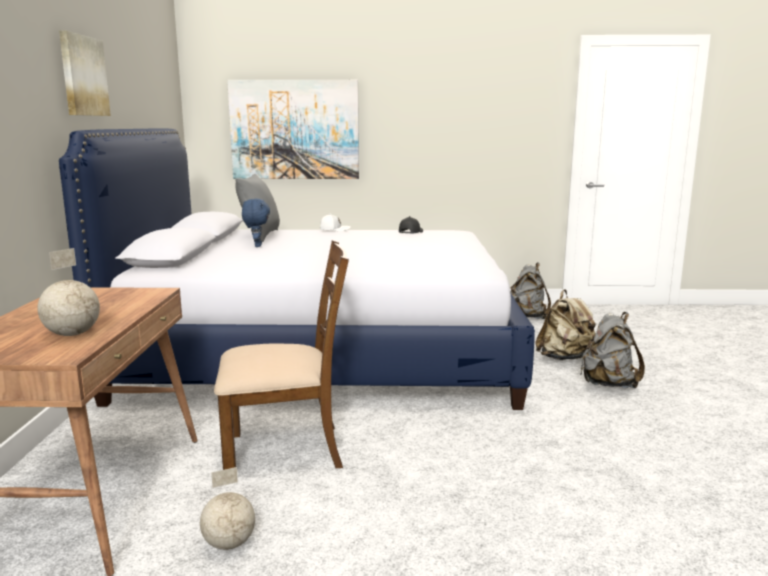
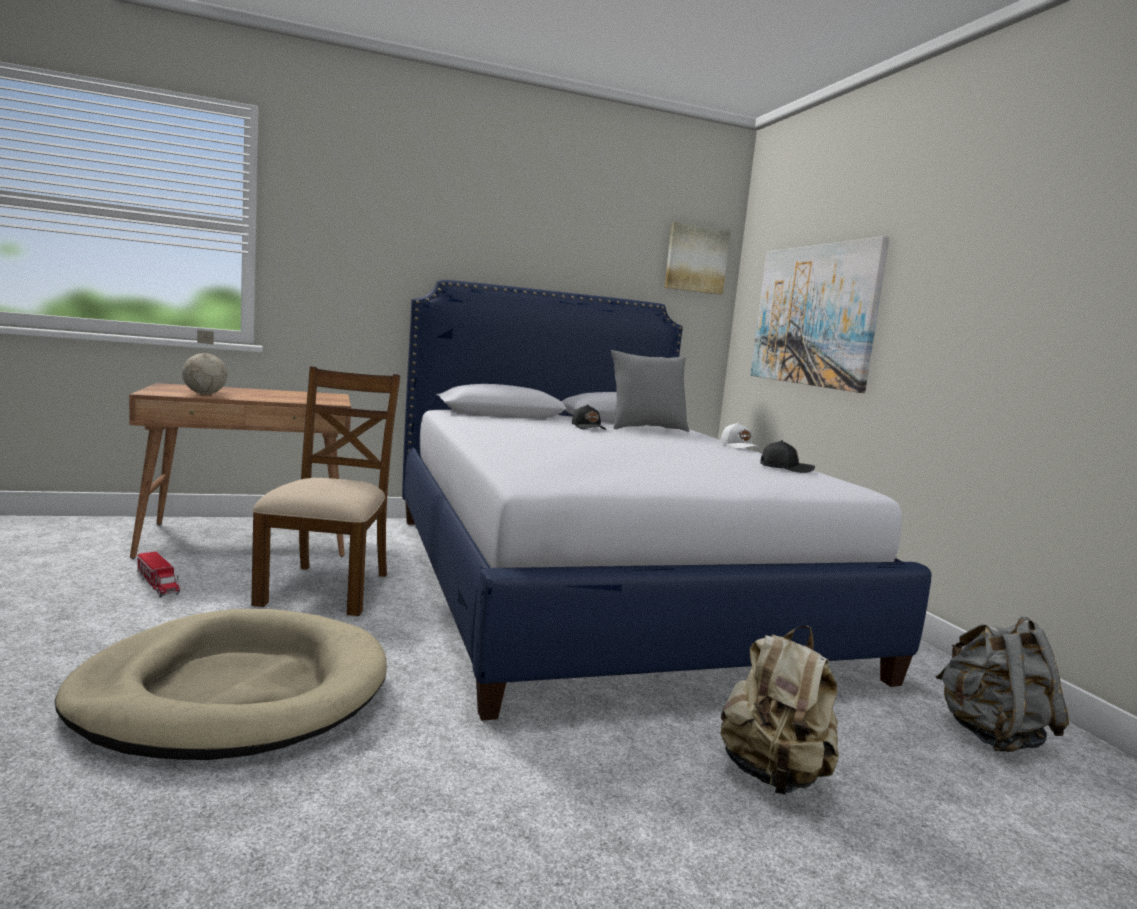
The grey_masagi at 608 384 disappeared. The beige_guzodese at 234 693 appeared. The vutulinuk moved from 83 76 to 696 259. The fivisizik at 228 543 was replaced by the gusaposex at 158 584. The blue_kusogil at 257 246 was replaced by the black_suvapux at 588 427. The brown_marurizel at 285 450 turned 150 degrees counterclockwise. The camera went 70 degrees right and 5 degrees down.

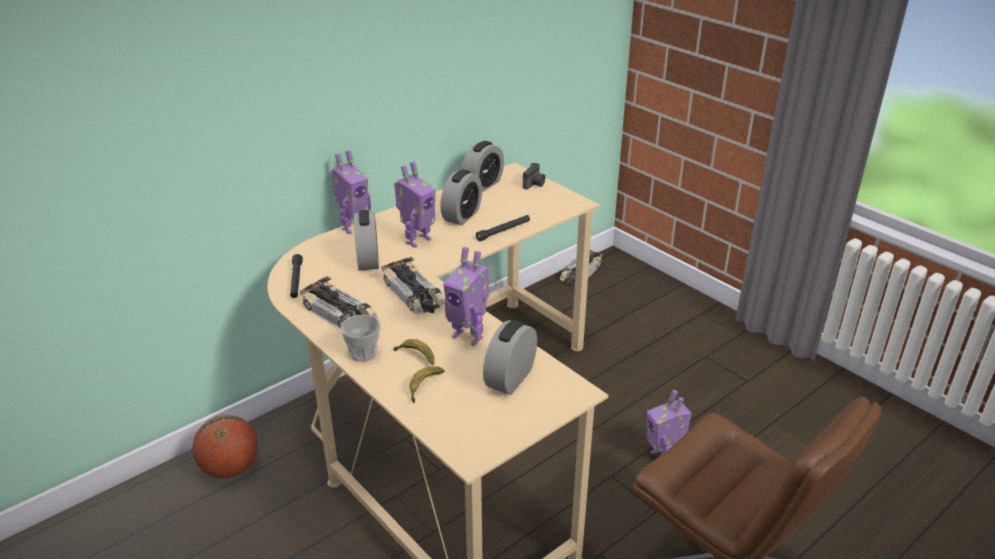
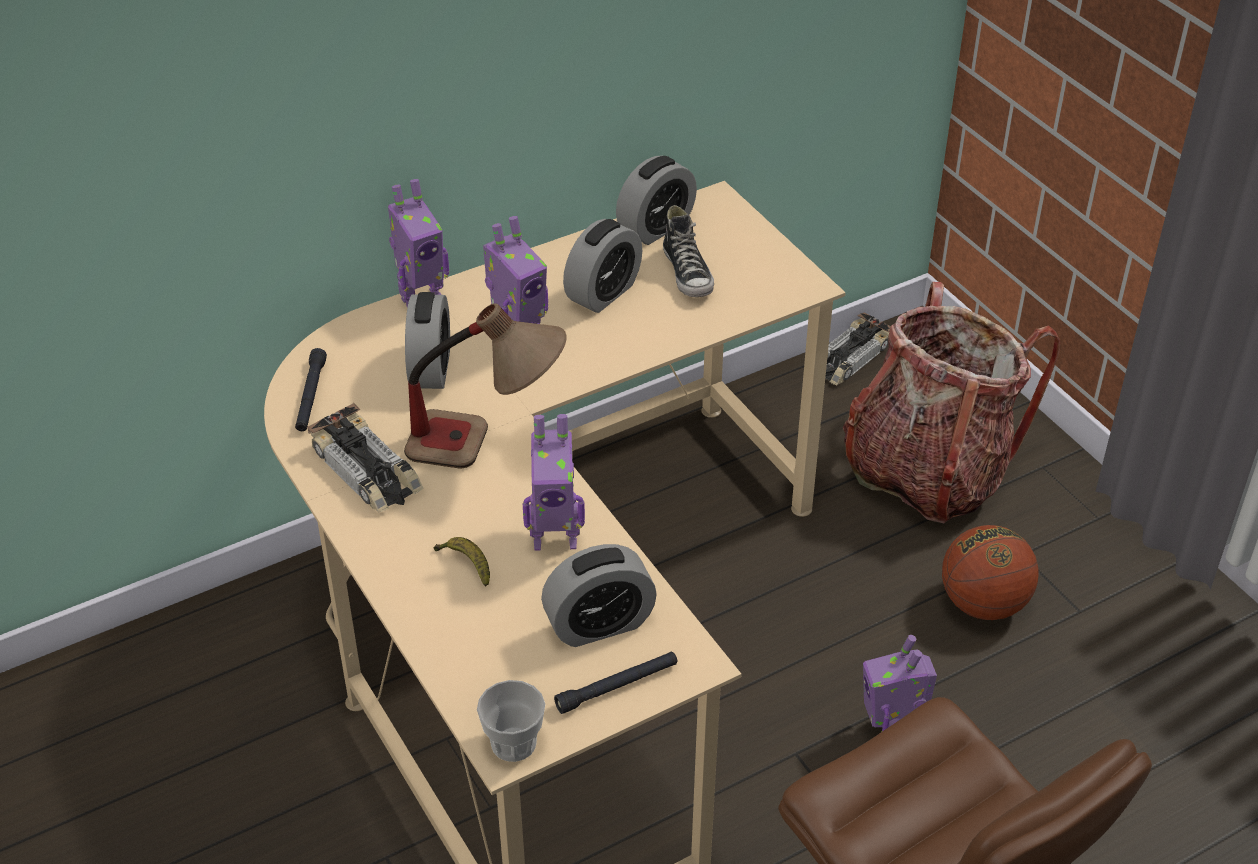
The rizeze at 424 386 disappeared. The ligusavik at 534 184 disappeared. The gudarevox at 688 274 appeared. The masagi at 927 471 appeared. The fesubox moved from 230 468 to 983 604. The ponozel moved from 363 353 to 513 743. The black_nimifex moved from 503 231 to 617 687. The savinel at 414 295 was replaced by the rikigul at 489 447. The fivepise at 468 336 turned 45 degrees counterclockwise. The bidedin at 510 378 turned 150 degrees counterclockwise. The camera went 10 degrees right and 10 degrees up.

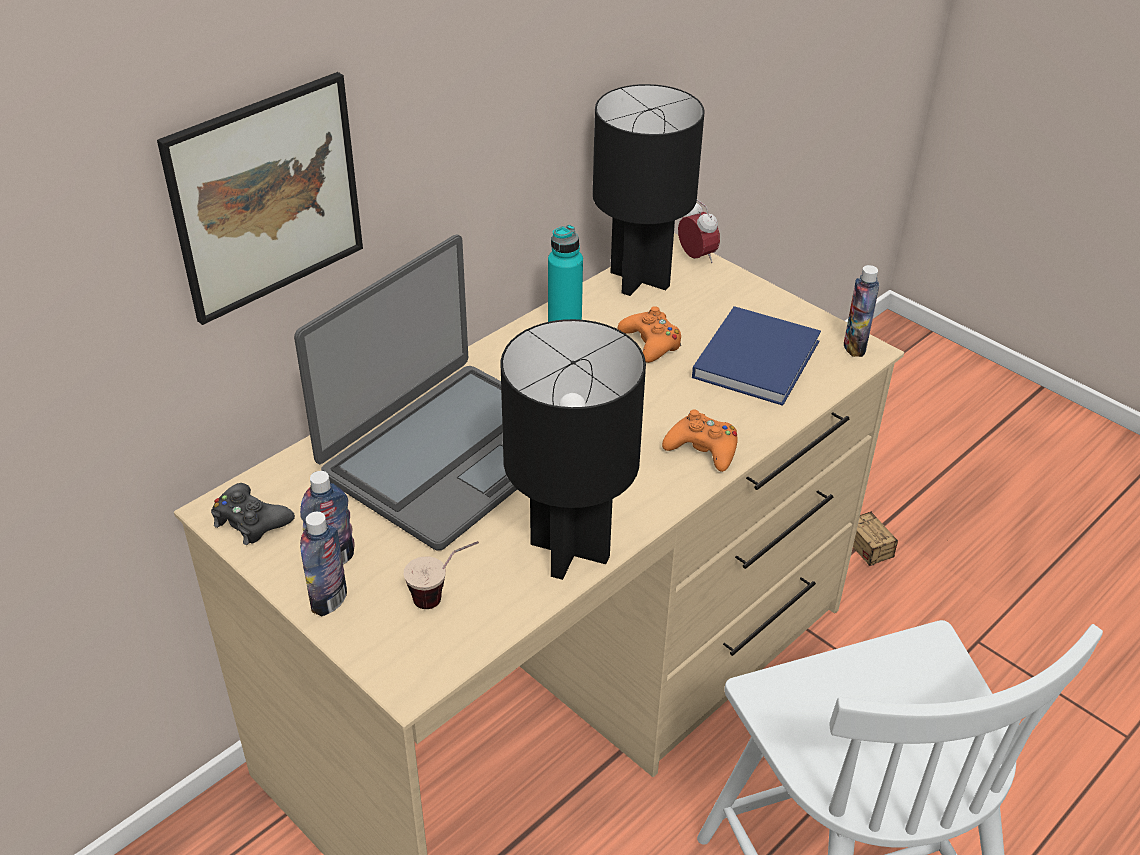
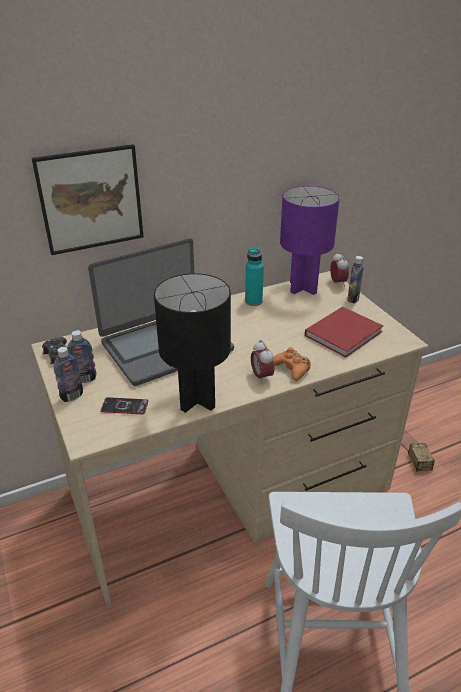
The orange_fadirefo at 651 343 disappeared. The bidedin at 261 377 appeared. The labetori moved from 854 346 to 353 299. The ponozel at 444 596 was replaced by the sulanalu at 124 406. The black_rikigul at 639 278 became the purple_rikigul at 303 287. The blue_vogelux at 758 357 became the red_vogelux at 345 332. The camera went 20 degrees right and 5 degrees down.

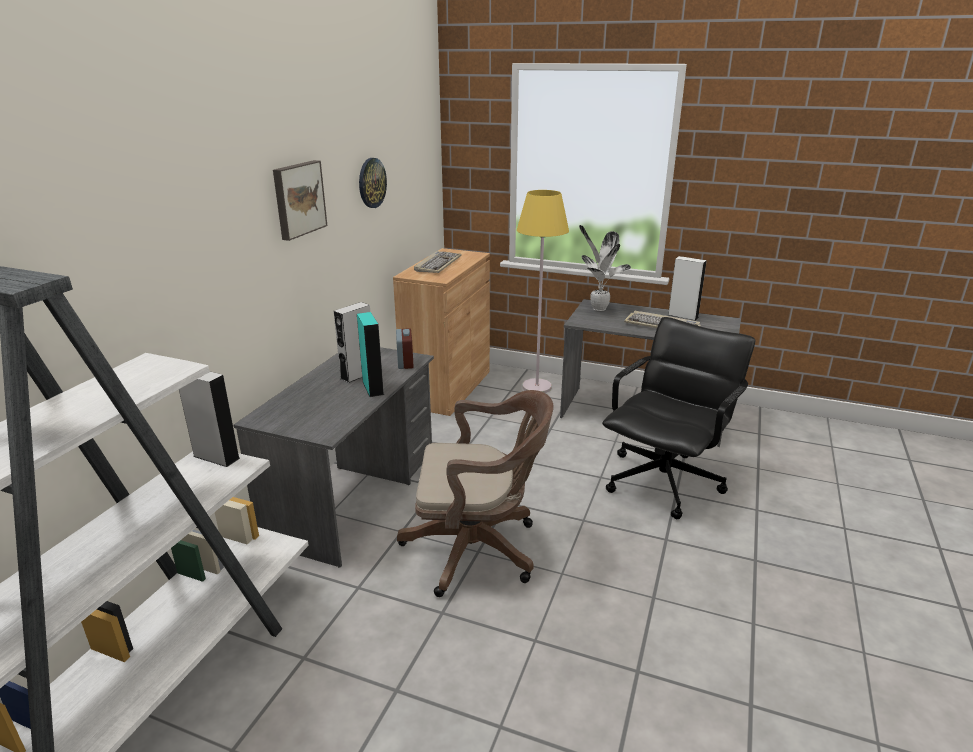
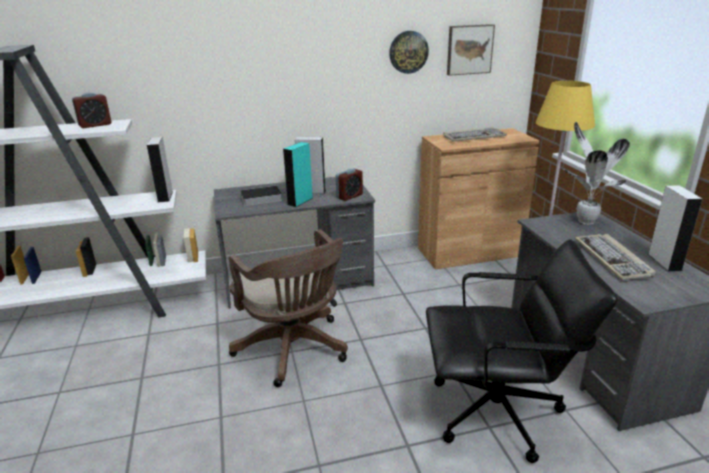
The bidedin at 95 125 appeared. The vogelux at 260 199 appeared. The vutulinuk moved from 298 199 to 469 49. The camera went 55 degrees right and 0 degrees up.

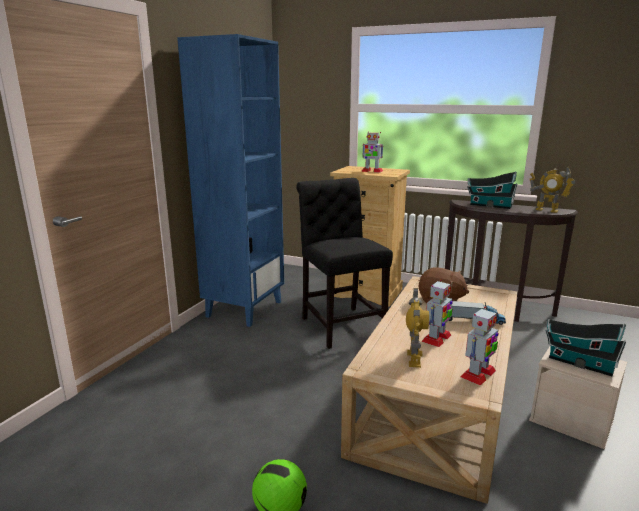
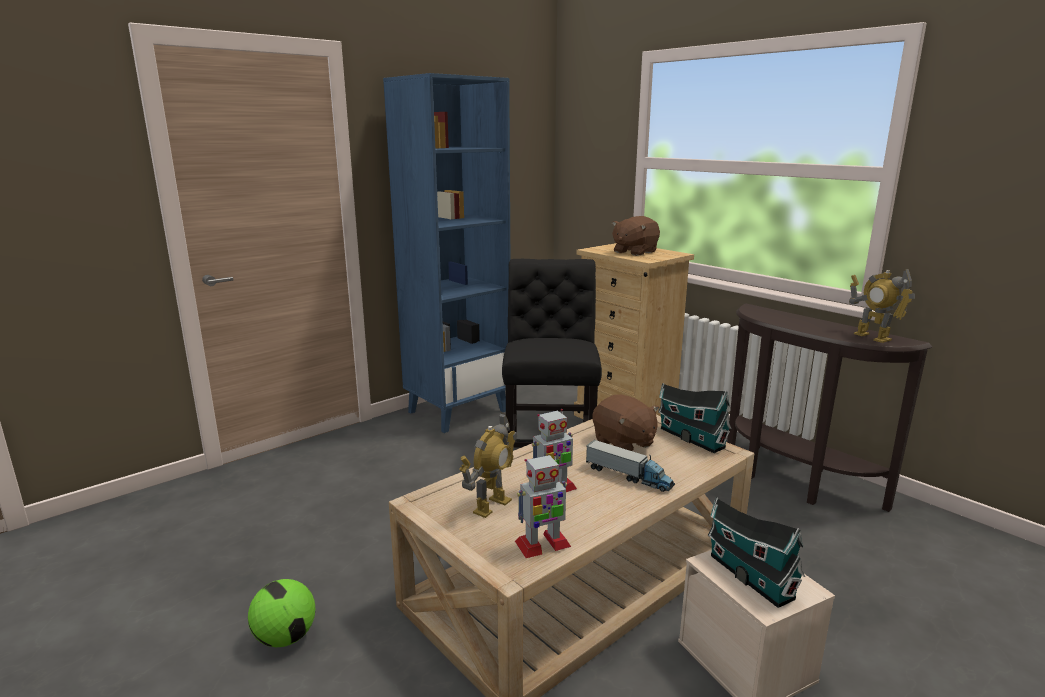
The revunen moved from 489 205 to 689 437. The fivepise at 371 171 was replaced by the brown_kusogil at 634 252. The camera went 25 degrees right and 0 degrees up.

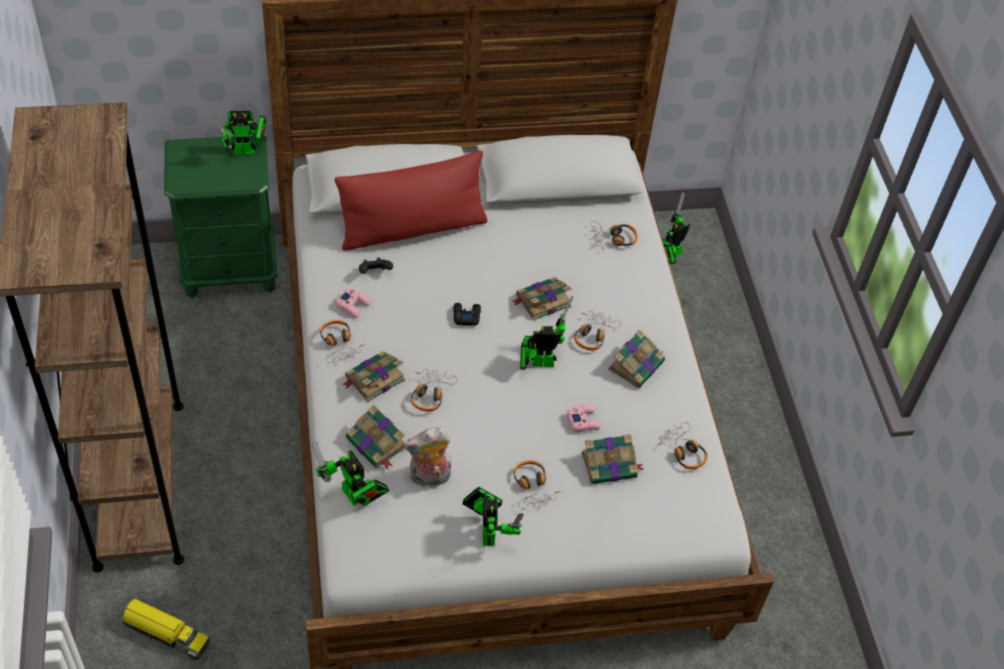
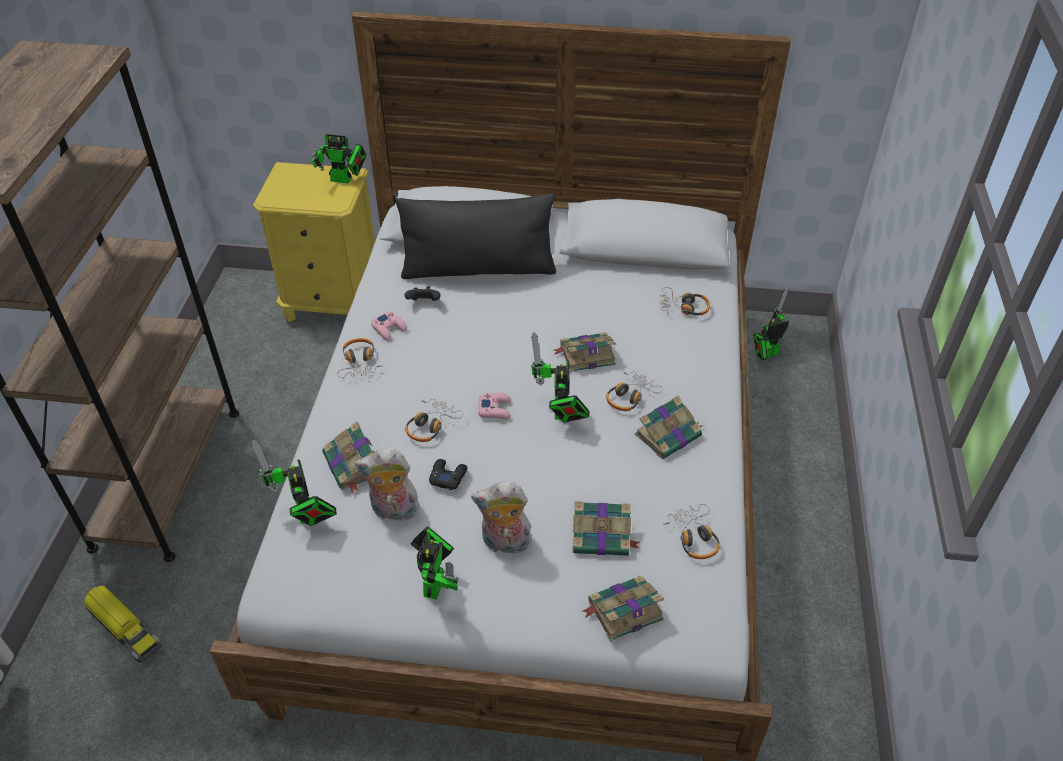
The vogelux moved from 373 379 to 623 611. The black_fadirefo moved from 466 316 to 448 476. The pink_fadirefo moved from 583 421 to 495 409. The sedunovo at 532 487 was replaced by the kusogil at 504 544. The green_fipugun at 230 270 became the yellow_fipugun at 333 303. The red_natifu at 412 229 became the black_natifu at 478 269. The fivepise at 539 362 turned 105 degrees counterclockwise. The camera went 20 degrees right and 5 degrees down.

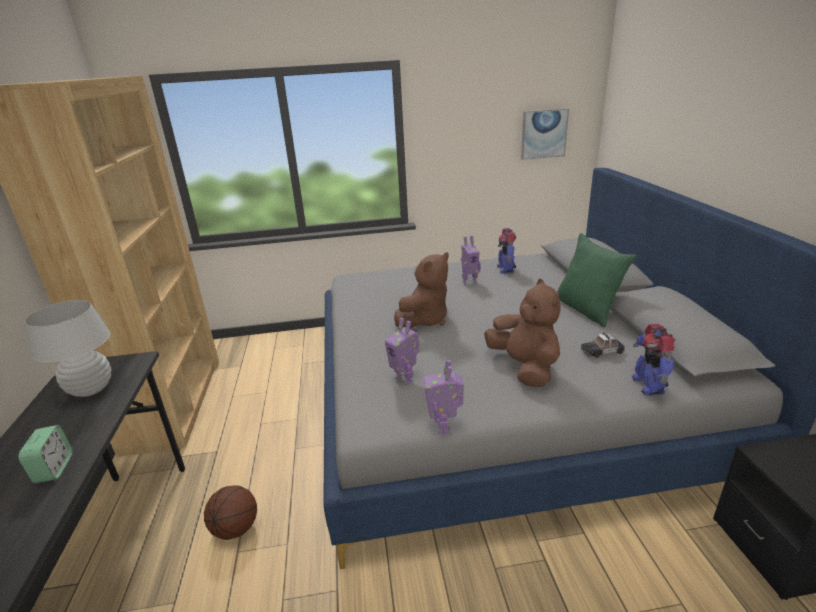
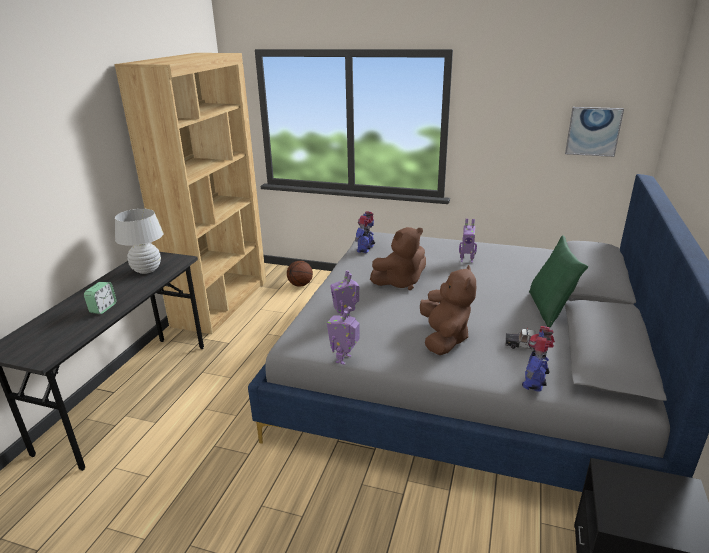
The fesubox moved from 236 528 to 300 284. The fivepise moved from 506 269 to 366 249. The camera went 25 degrees right and 0 degrees up.

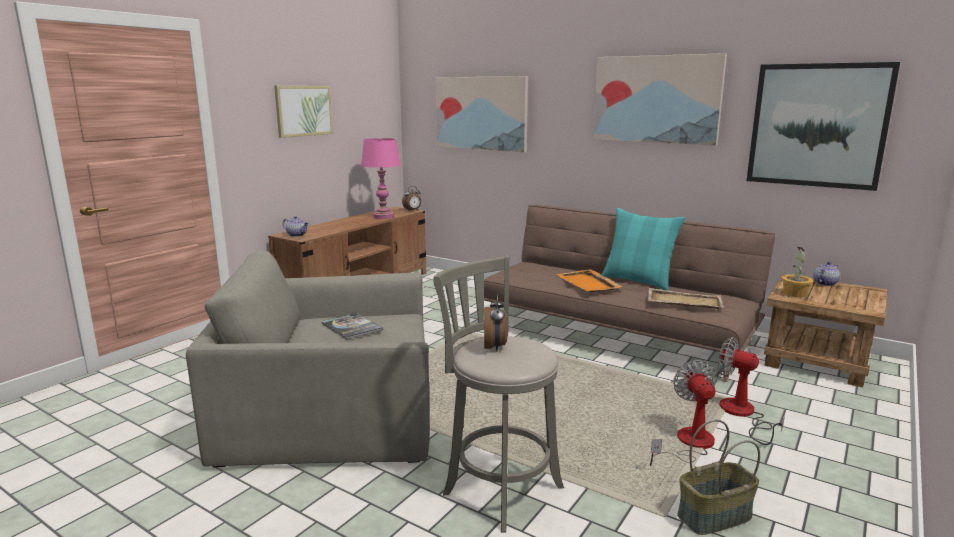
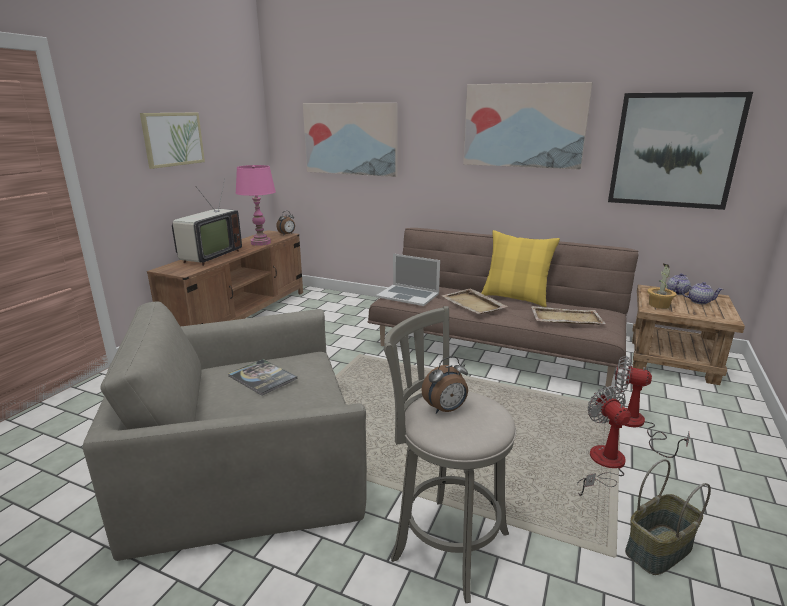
The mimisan at 208 256 appeared. The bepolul at 408 295 appeared. The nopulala moved from 297 235 to 699 301. The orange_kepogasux at 588 283 became the beige_kepogasux at 473 304. The turquoise_natifu at 638 281 became the yellow_natifu at 515 298. The bidedin at 495 347 turned 75 degrees clockwise. The camera went 10 degrees left and 5 degrees up.

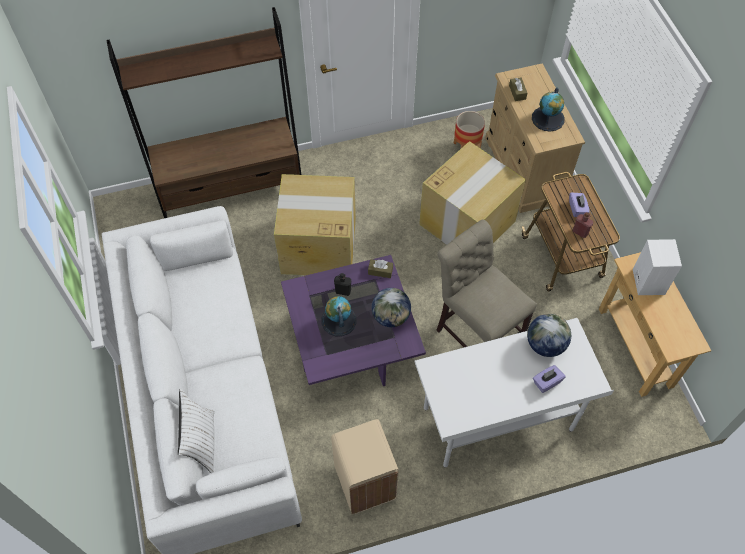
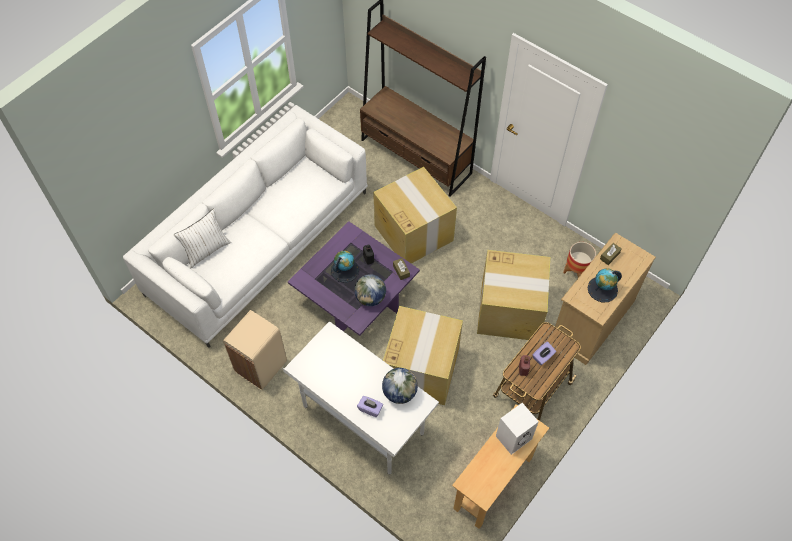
The beige_marurizel at 476 332 was replaced by the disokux at 421 368. The camera went 55 degrees right and 0 degrees up.

